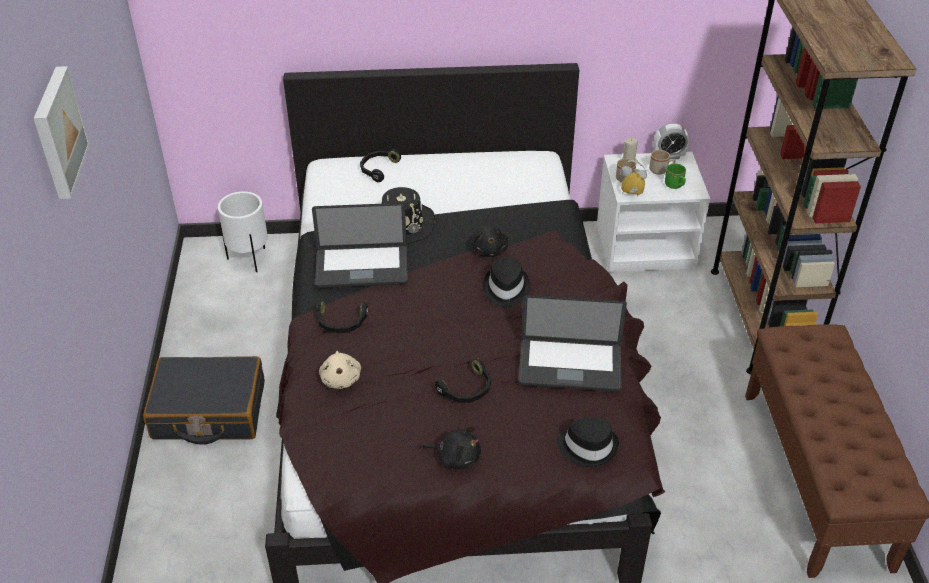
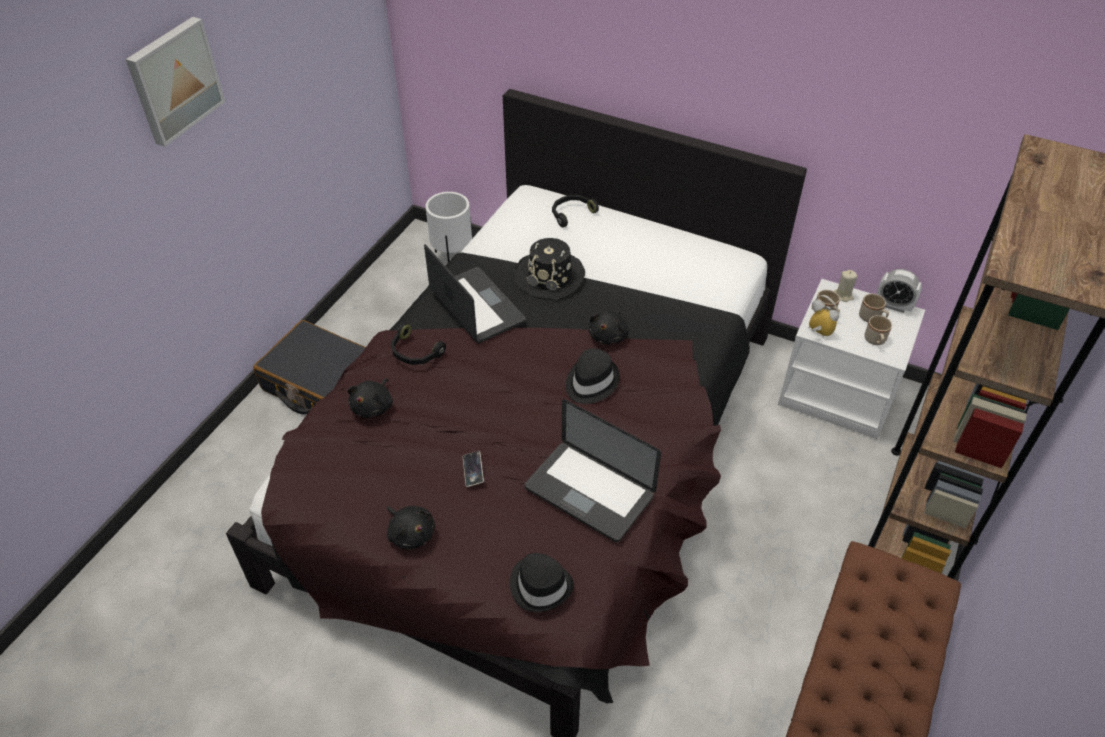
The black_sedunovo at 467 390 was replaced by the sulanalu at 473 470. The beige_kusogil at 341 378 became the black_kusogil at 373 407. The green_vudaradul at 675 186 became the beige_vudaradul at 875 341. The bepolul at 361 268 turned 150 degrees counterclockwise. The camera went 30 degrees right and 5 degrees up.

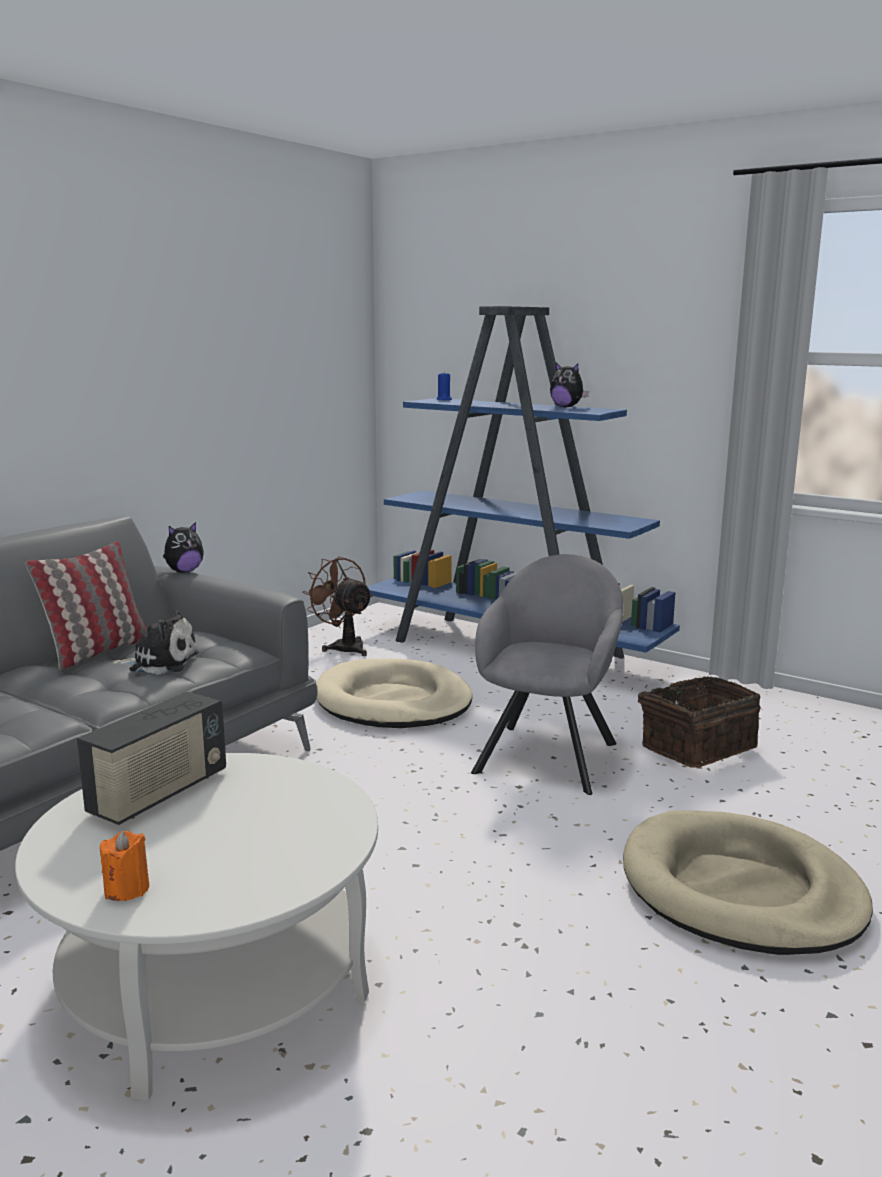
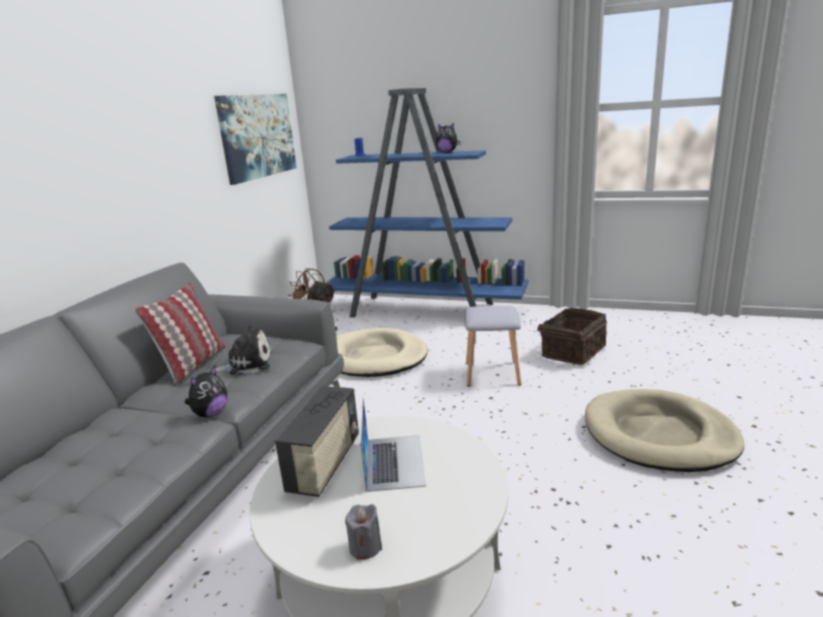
The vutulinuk at 258 136 appeared. The bepolul at 394 461 appeared. The kusogil moved from 184 571 to 210 414. The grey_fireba at 548 754 was replaced by the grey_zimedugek at 493 373. The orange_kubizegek at 127 889 became the grey_kubizegek at 365 547. The camera went 15 degrees left and 5 degrees up.

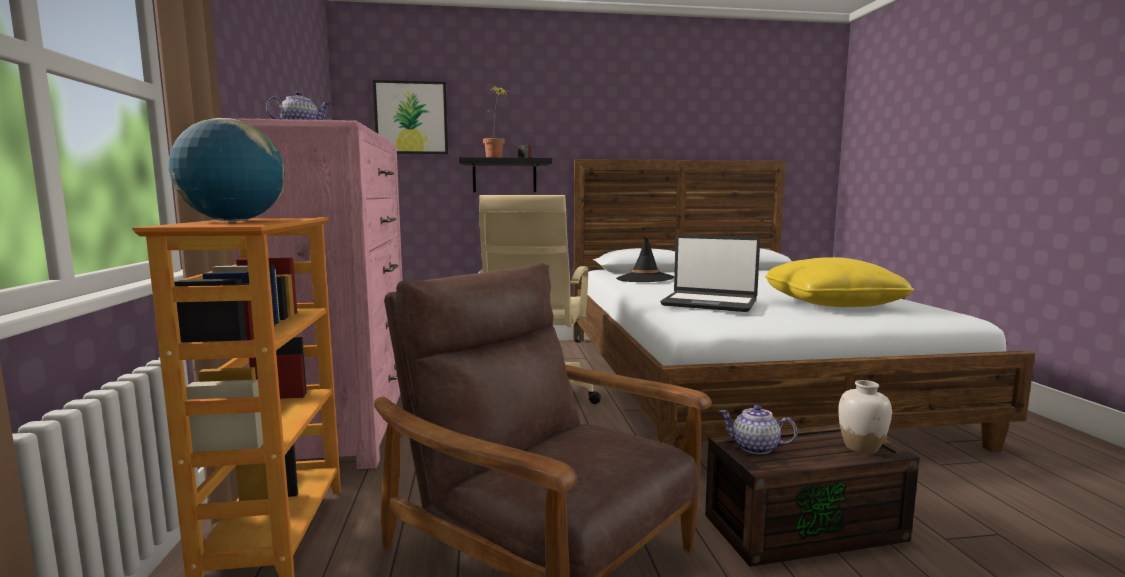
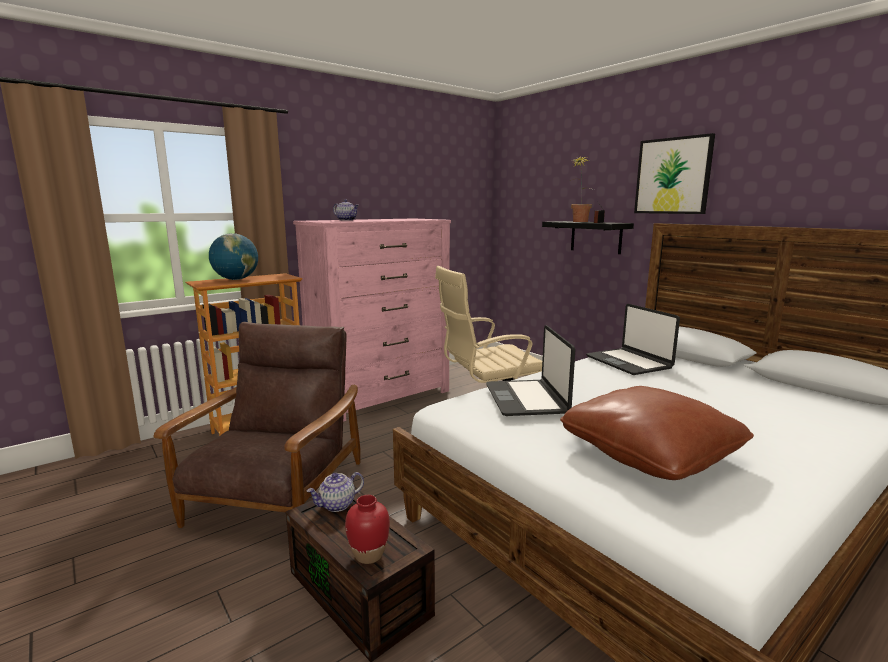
The vutulinuk moved from 411 118 to 673 176. The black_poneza at 645 279 was replaced by the bepolul at 629 362. The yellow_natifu at 831 304 became the brown_natifu at 650 453. The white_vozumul at 861 447 became the red_vozumul at 368 555. The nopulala at 755 447 turned 120 degrees counterclockwise. The camera went 60 degrees right and 5 degrees up.

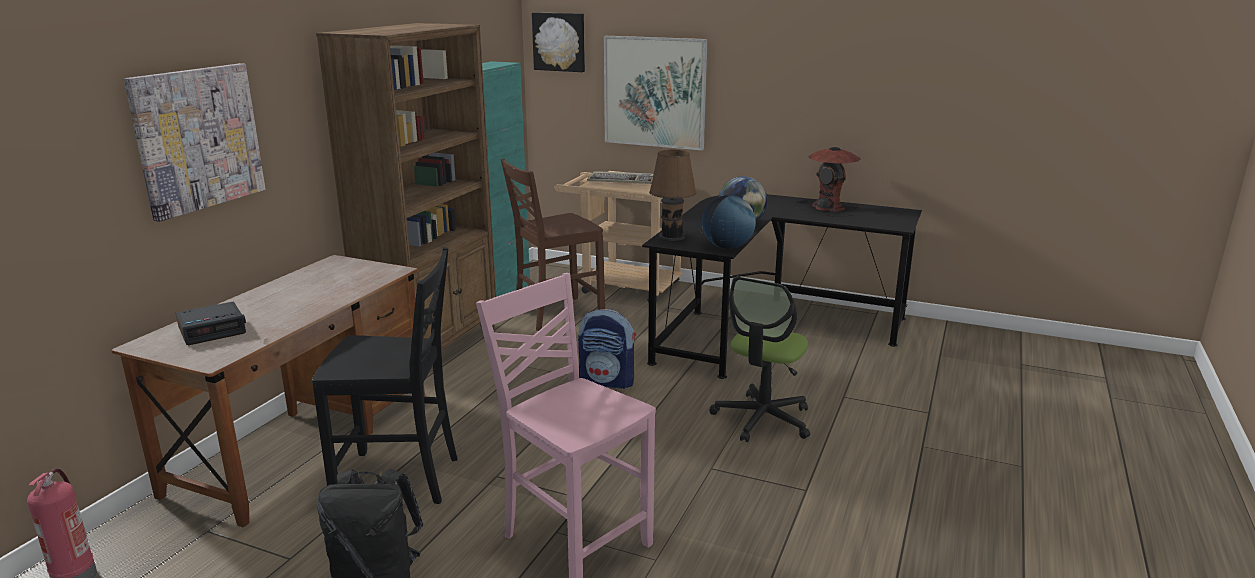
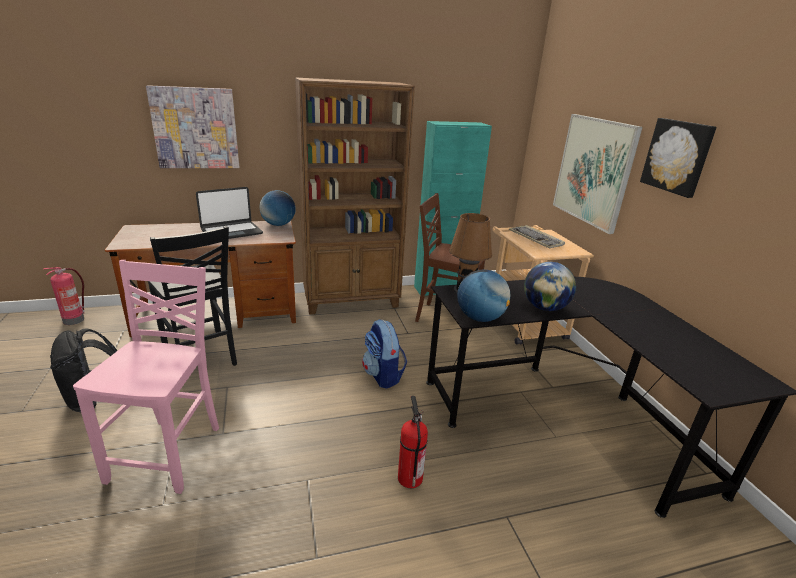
The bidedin at 213 330 disappeared. The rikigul at 828 208 disappeared. The bepolul at 231 232 appeared. The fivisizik at 278 225 appeared. The vutulinuk moved from 559 42 to 677 156. The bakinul at 762 419 was replaced by the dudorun at 409 477. The camera went 50 degrees right and 5 degrees up.

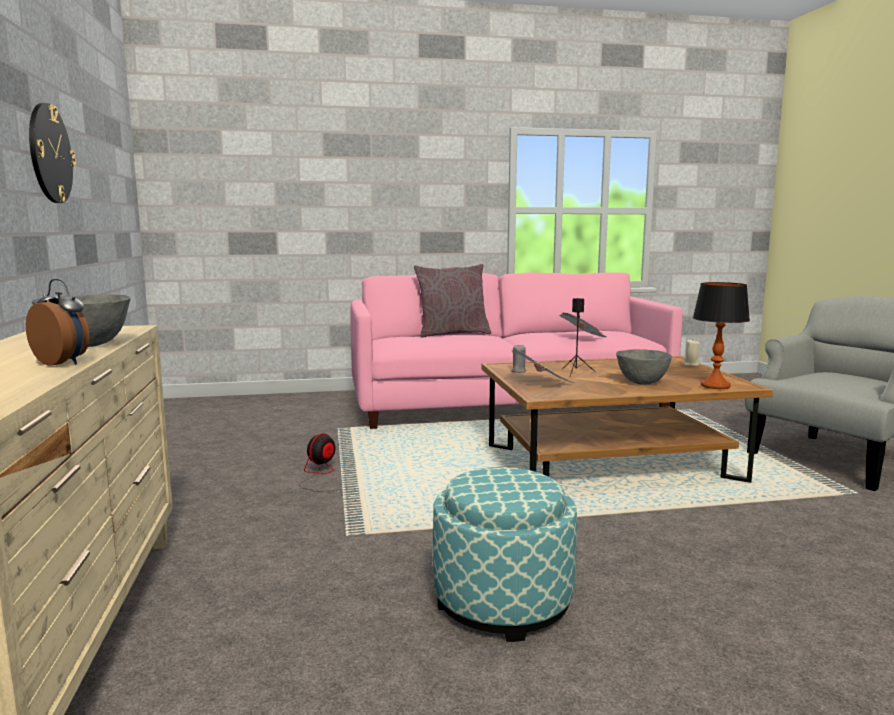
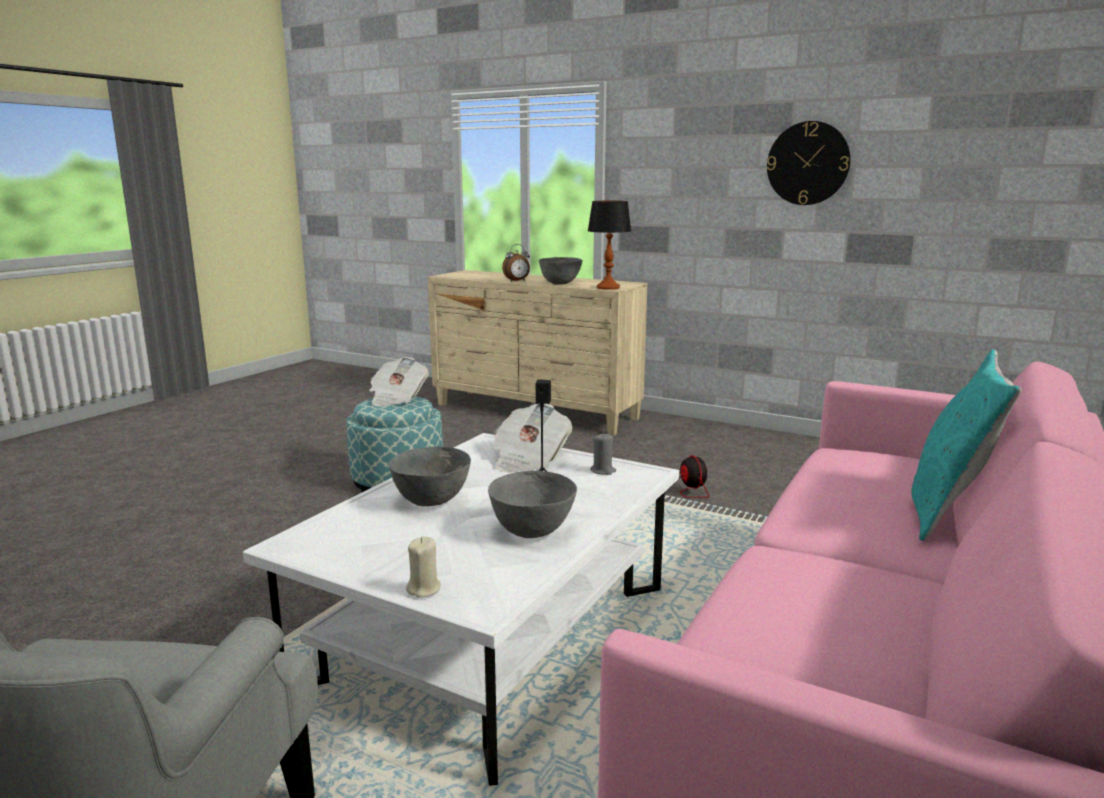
The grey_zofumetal at 531 532 appeared. The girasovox moved from 583 338 to 397 398. The rikigul moved from 715 385 to 608 288. The grey_natifu at 452 334 became the turquoise_natifu at 948 512. The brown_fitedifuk at 610 463 became the white_fitedifuk at 490 636. The camera went 130 degrees right and 5 degrees up.

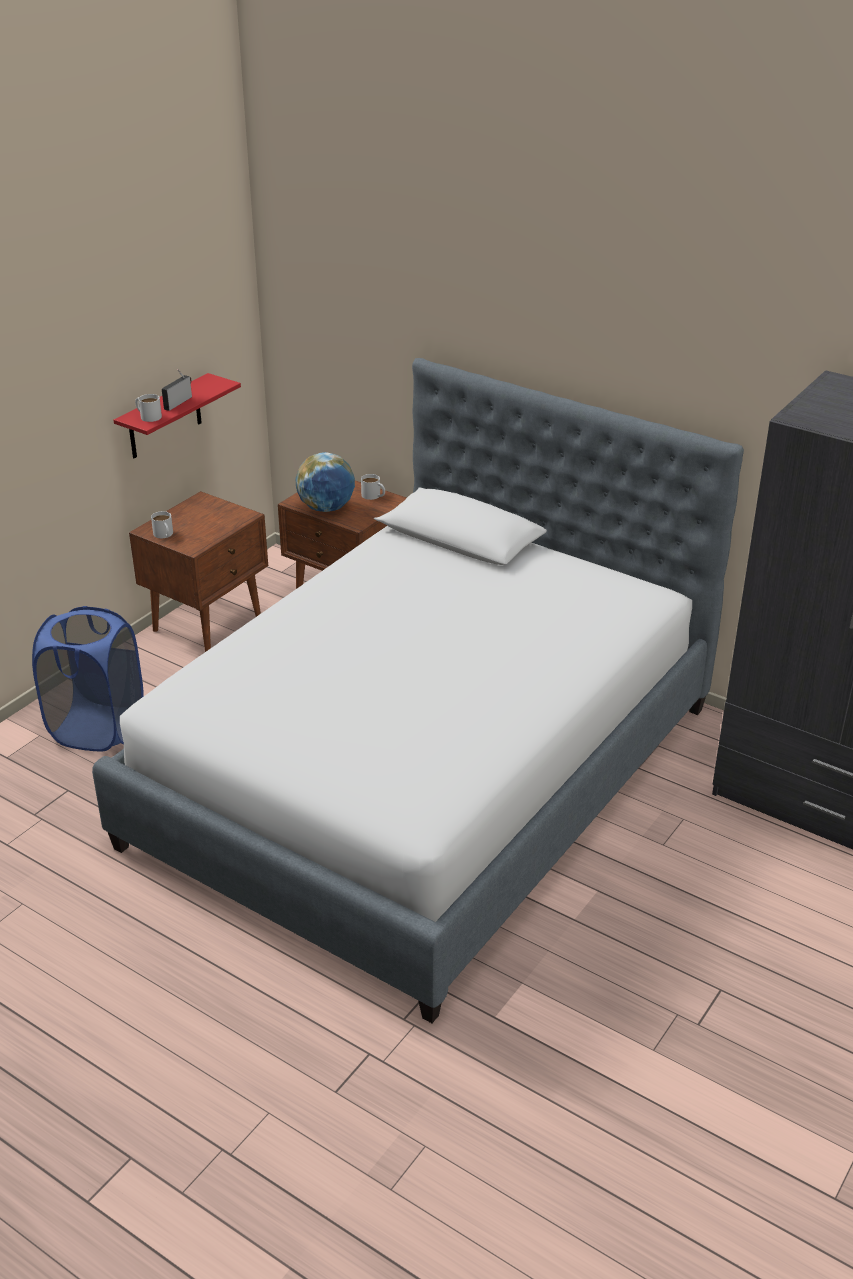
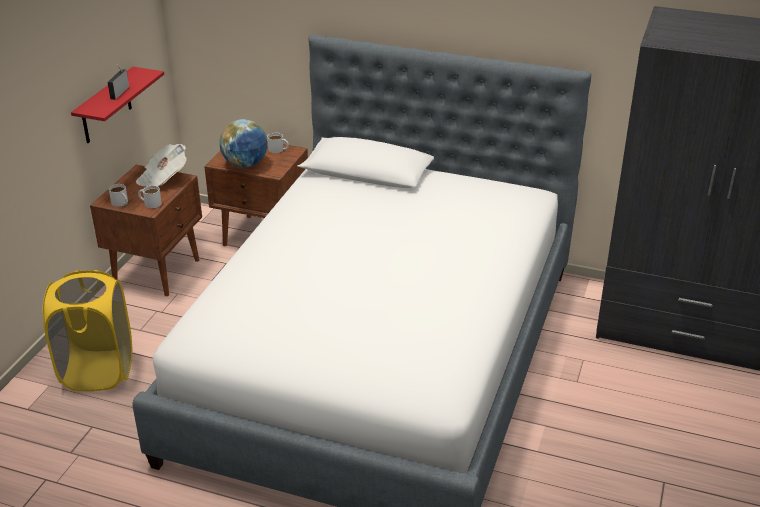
The girasovox at 163 179 appeared. The white_vudaradul moved from 148 416 to 150 203. The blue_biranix at 97 728 became the yellow_biranix at 97 371. The camera went 15 degrees left and 0 degrees up.

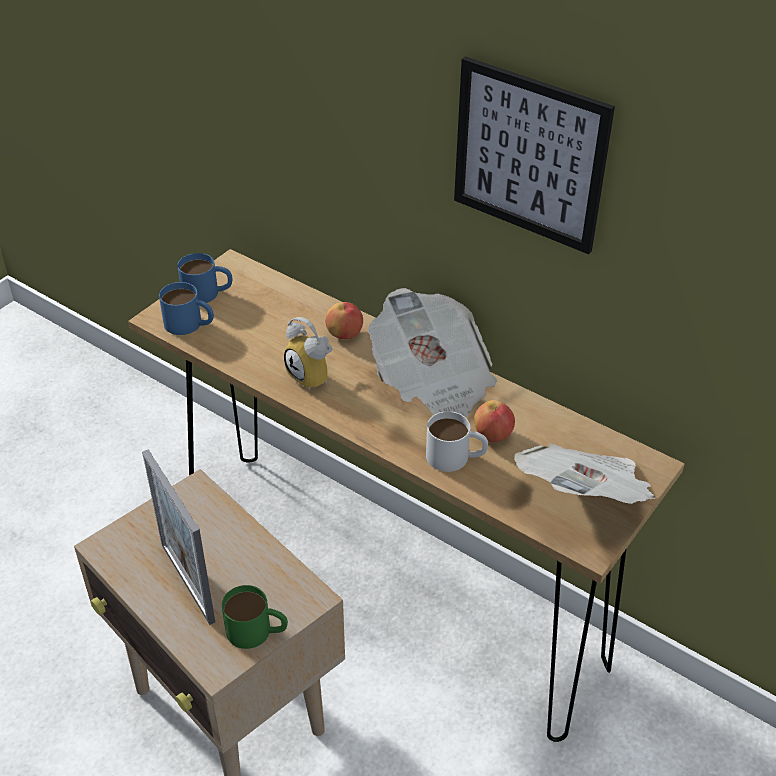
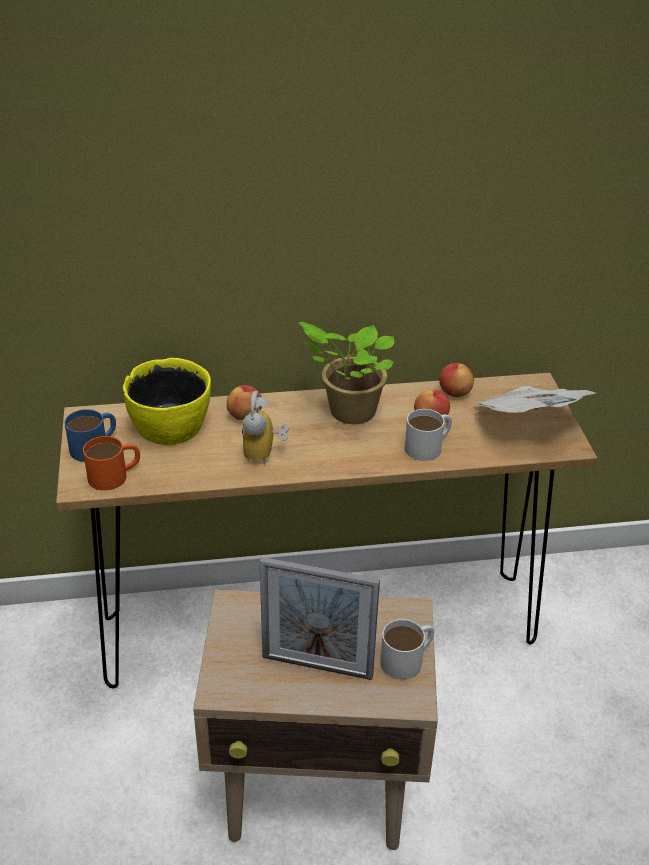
The vutulinuk at 529 155 disappeared. The yellow_zofumetal at 171 425 appeared. The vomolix at 454 393 appeared. The girasovox at 432 382 was replaced by the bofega at 348 412. The blue_vudaradul at 190 324 became the orange_vudaradul at 115 475. The green_vudaradul at 257 631 became the white_vudaradul at 408 659. The bidedin at 314 376 turned 90 degrees clockwise. The camera went 45 degrees left and 5 degrees down.

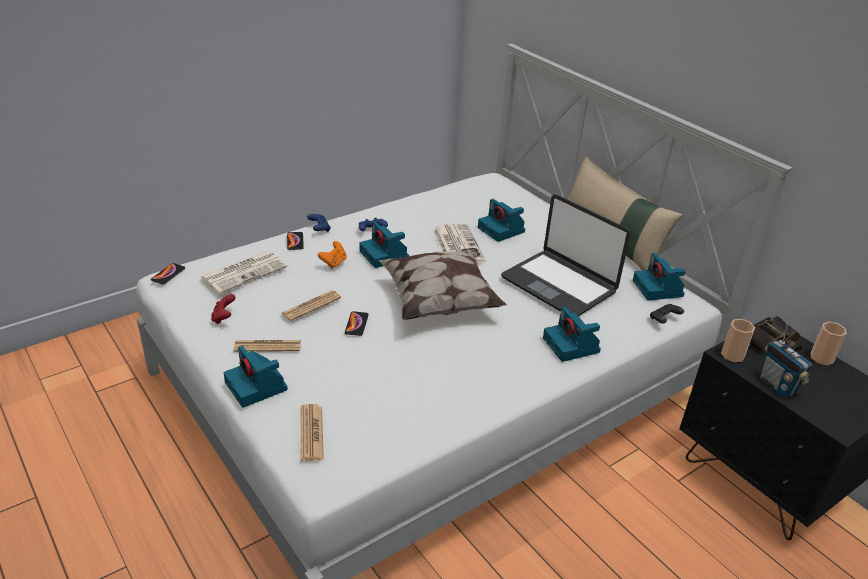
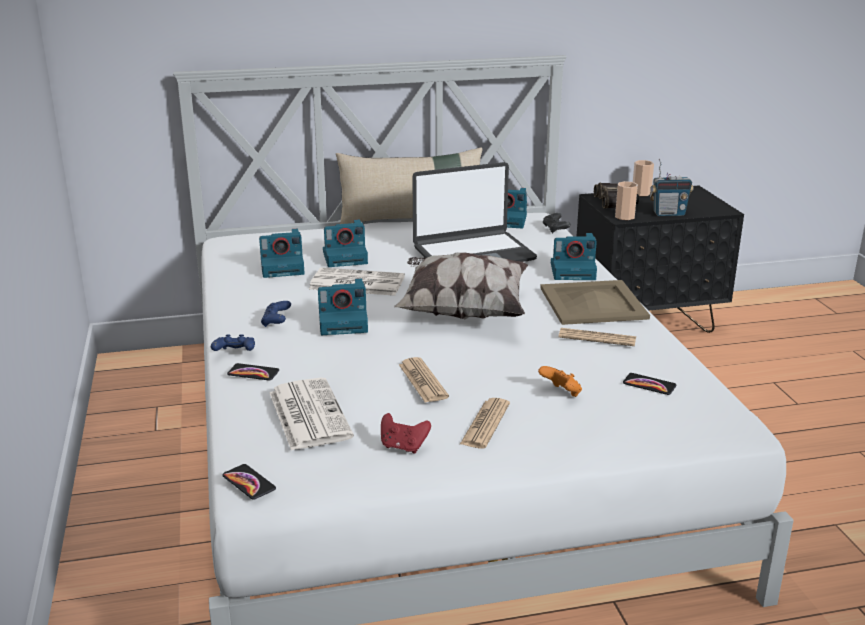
The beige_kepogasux at 594 303 appeared. The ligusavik moved from 257 386 to 283 267. The girasovox moved from 311 433 to 597 338. The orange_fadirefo moved from 333 263 to 561 393. The sulanalu moved from 356 324 to 649 385. The camera went 65 degrees left and 10 degrees down.

